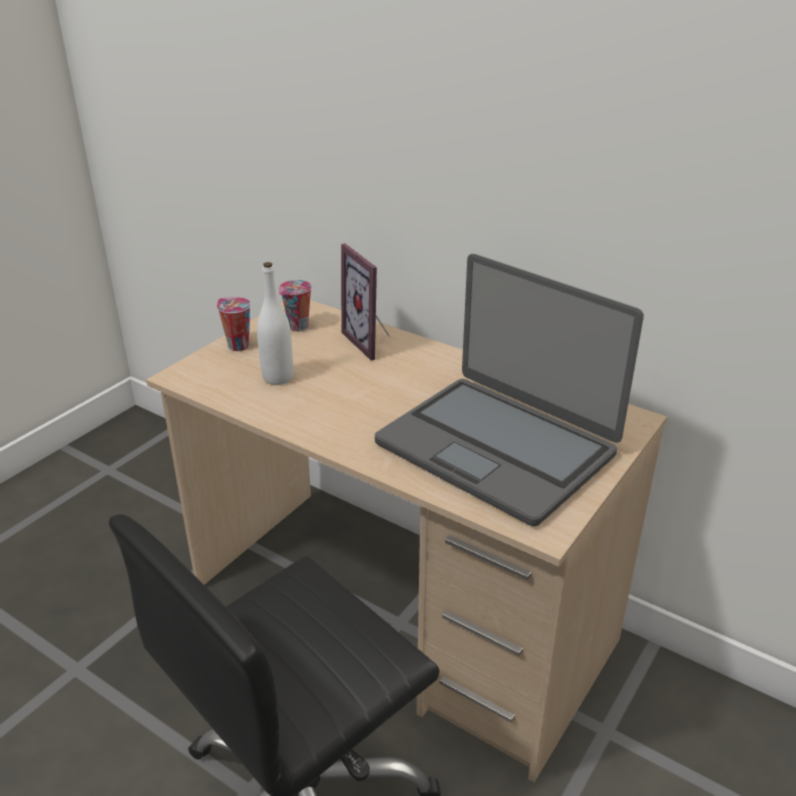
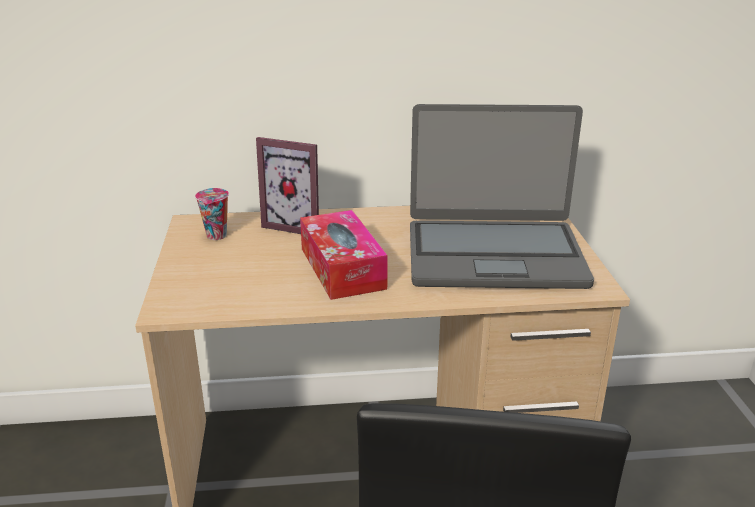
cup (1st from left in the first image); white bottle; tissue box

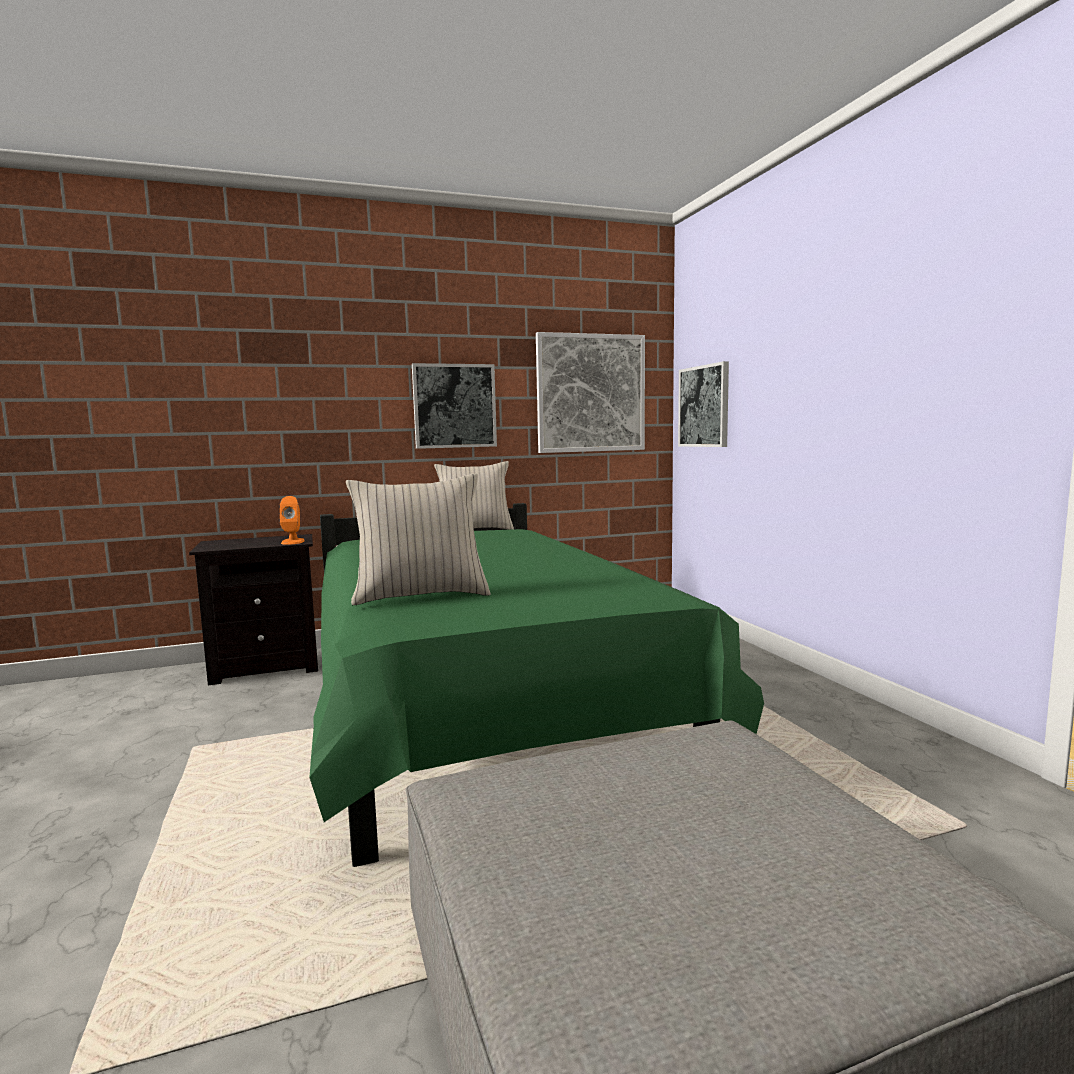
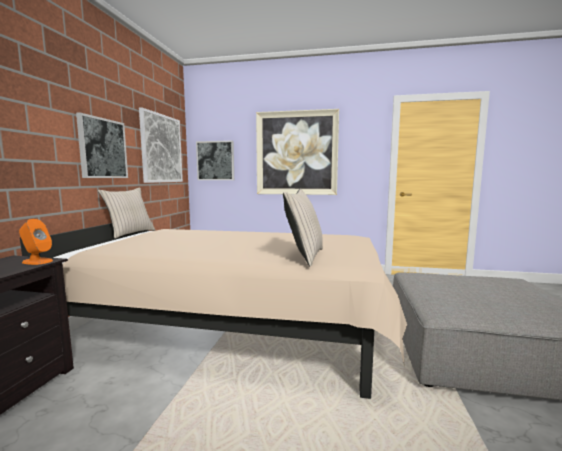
beige bed; picture (4th from left)

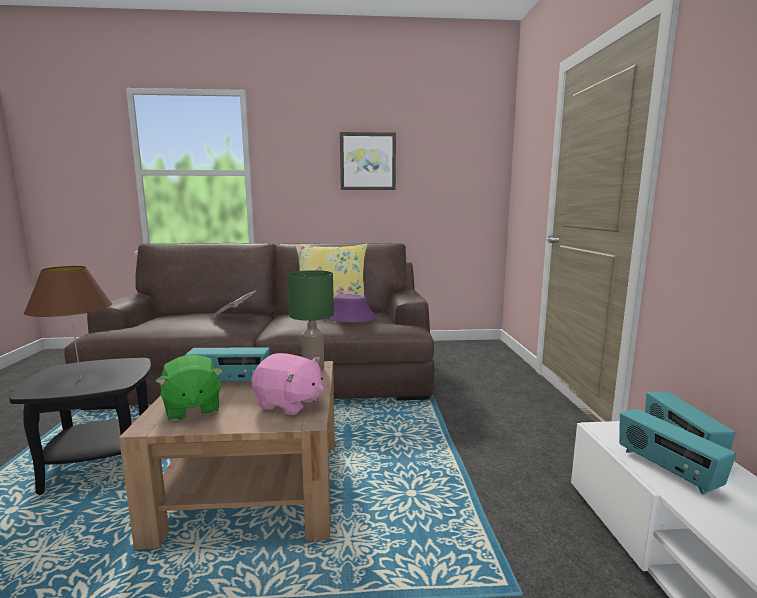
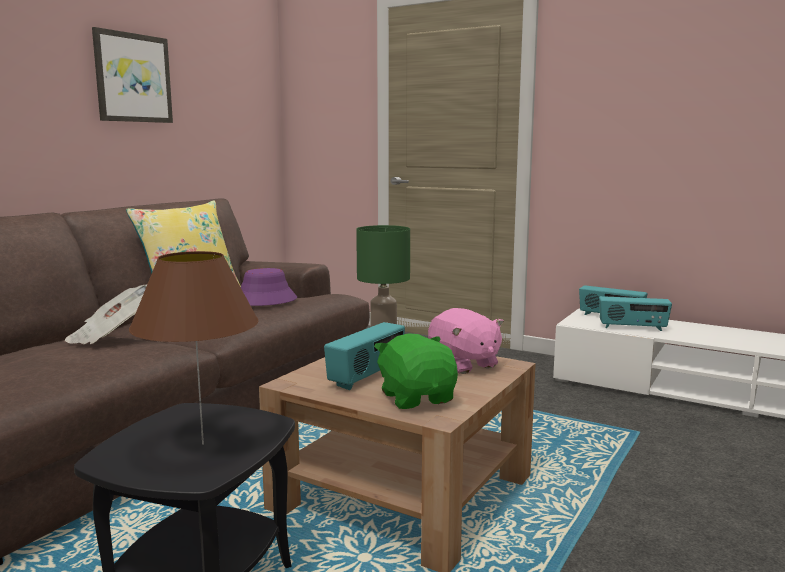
green plush toy; pink plush toy

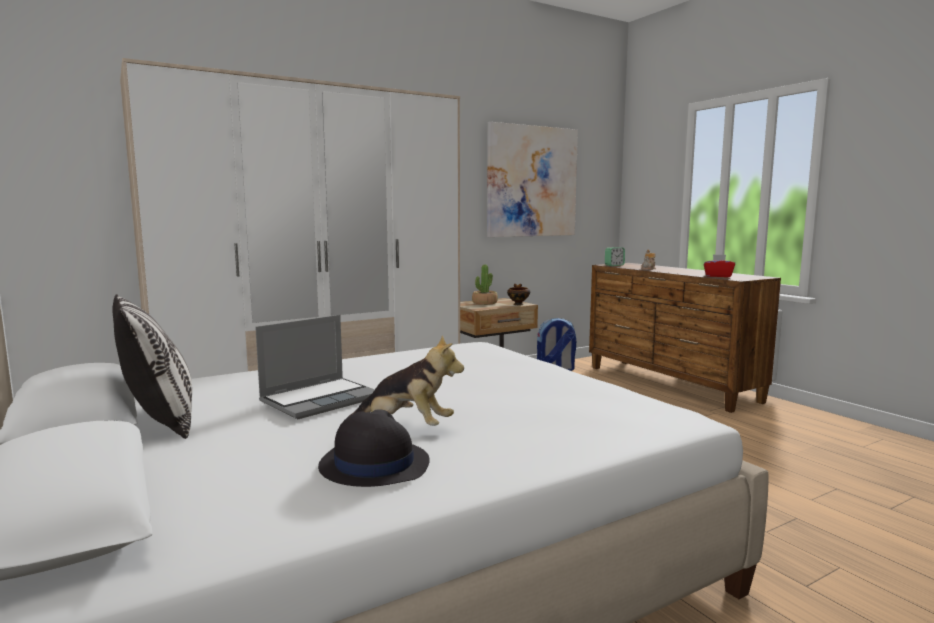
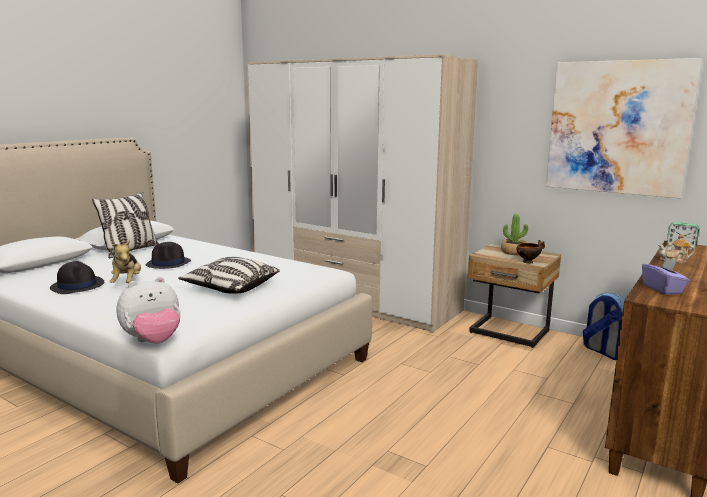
black hat (2nd from left); purple tissue box; plush toy (2nd from left); pillow (2nd from left)

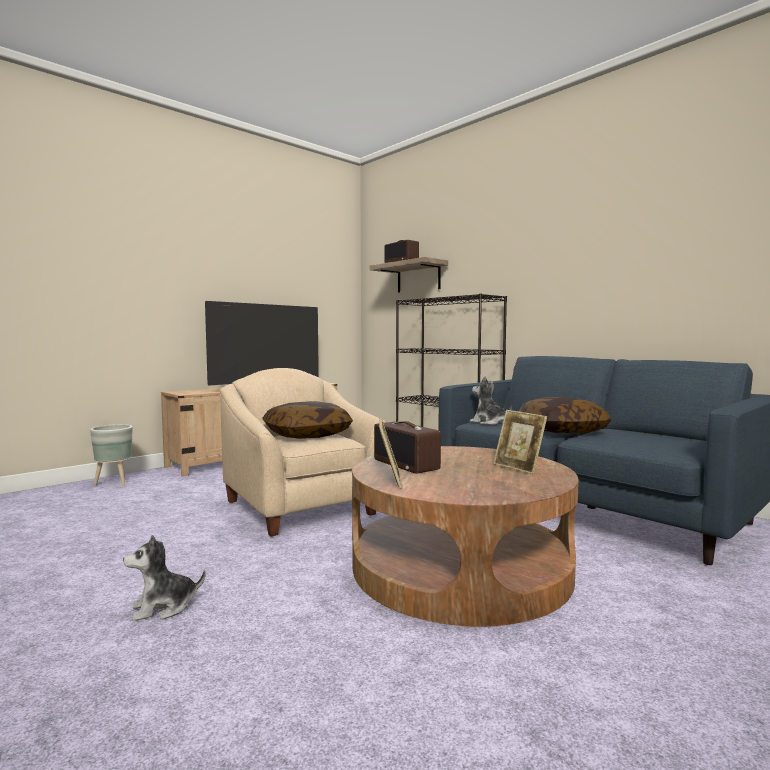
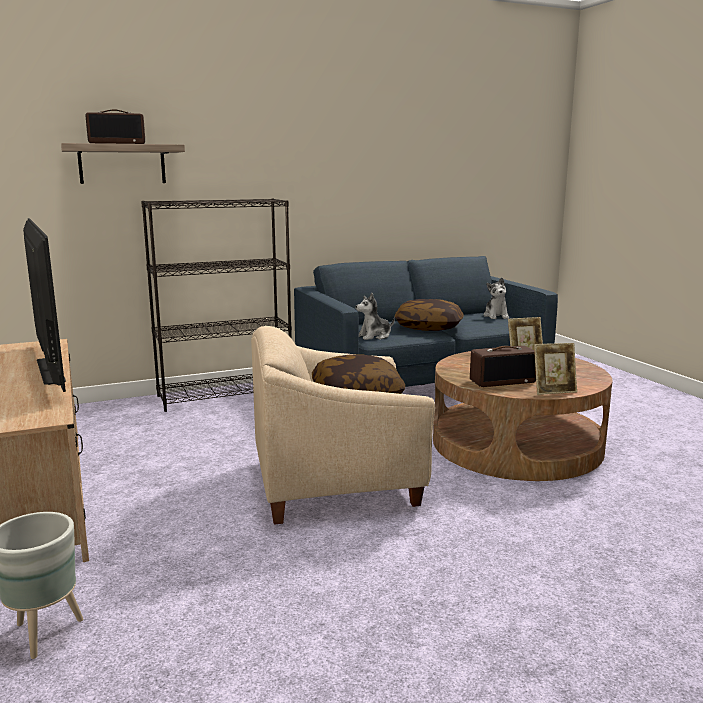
plush toy (2nd from left); picture frame (2nd from left)

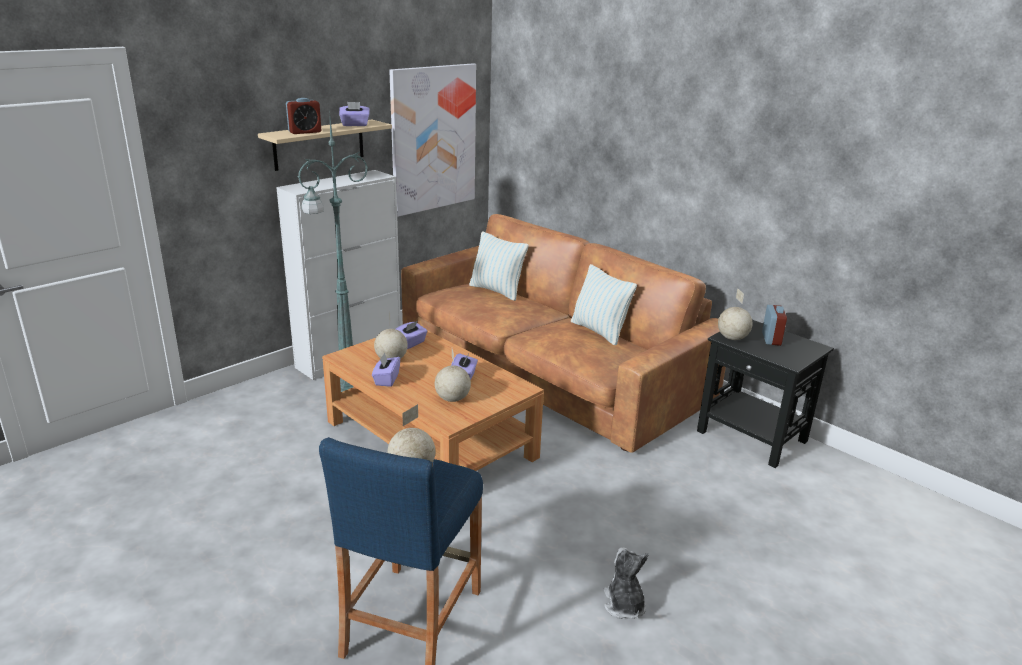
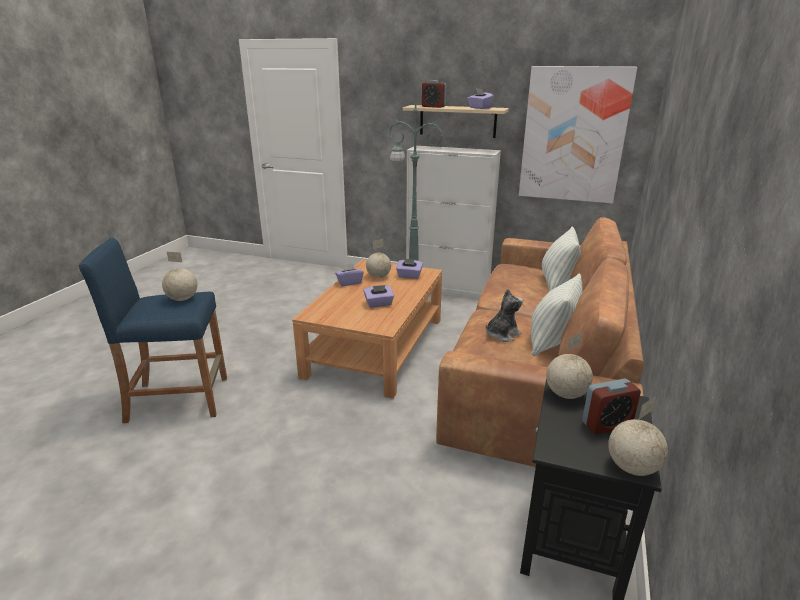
globe (4th from left); plush toy

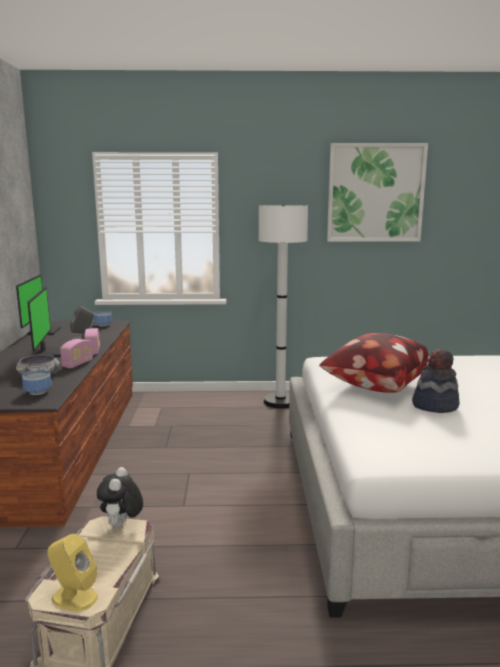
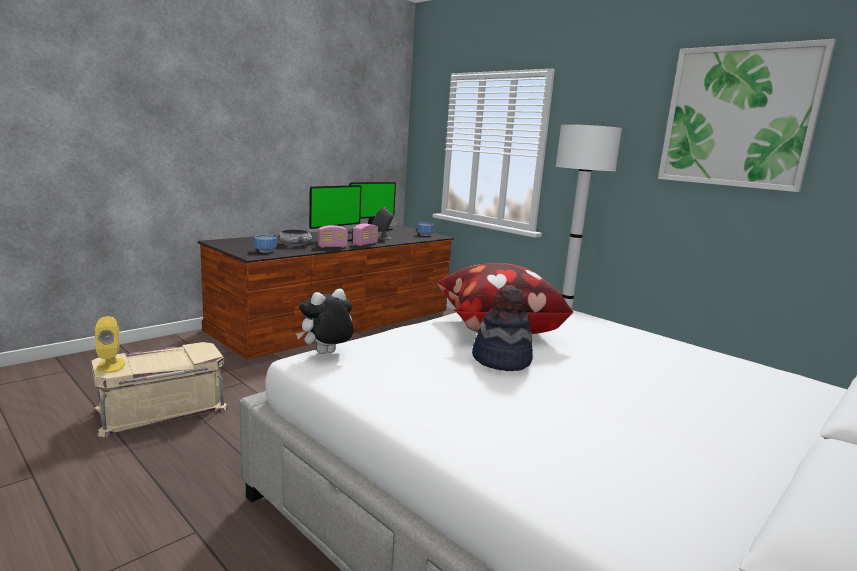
plush toy

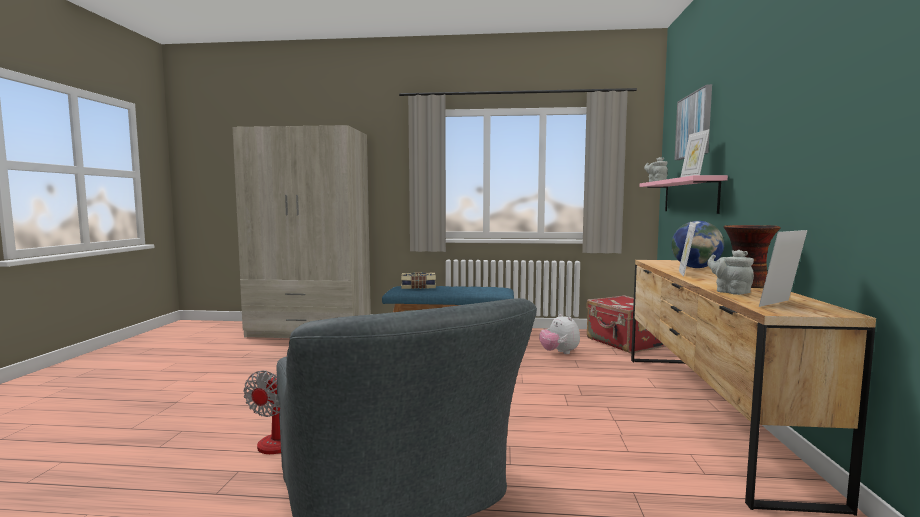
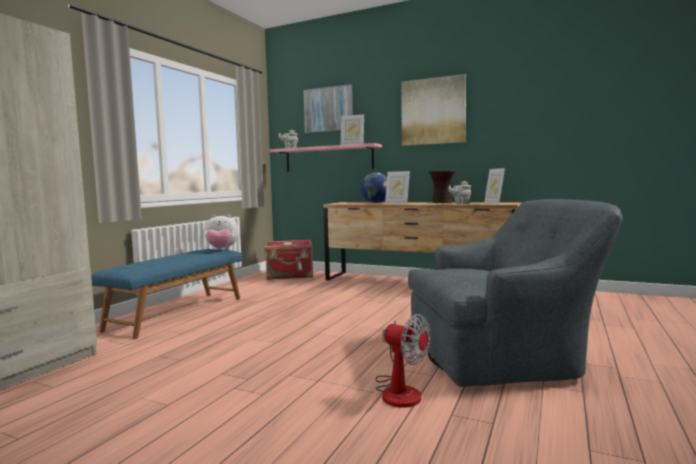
book; plush toy; picture (2nd from left)

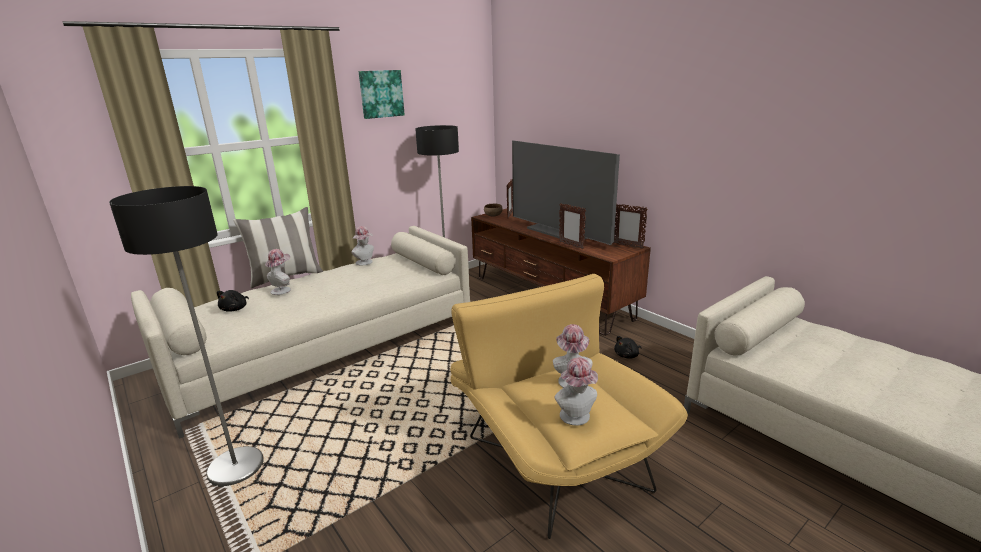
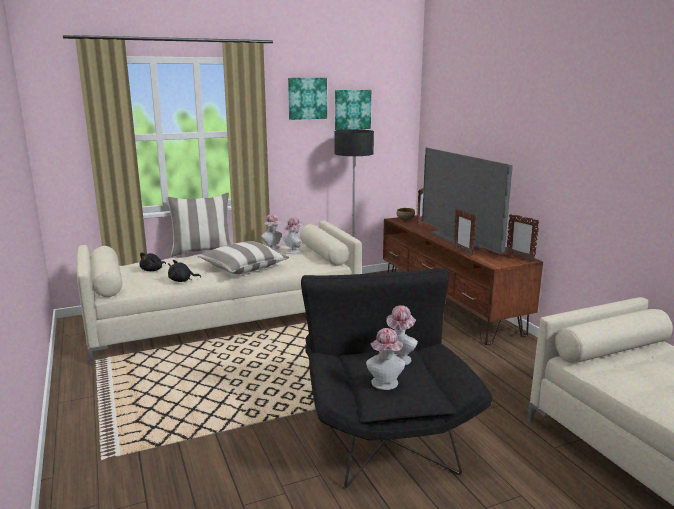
floor lamp (1st from left in the first image); hat (2nd from left); black armchair; black plush toy (2nd from left); pillow (2nd from left); picture (2nd from left)

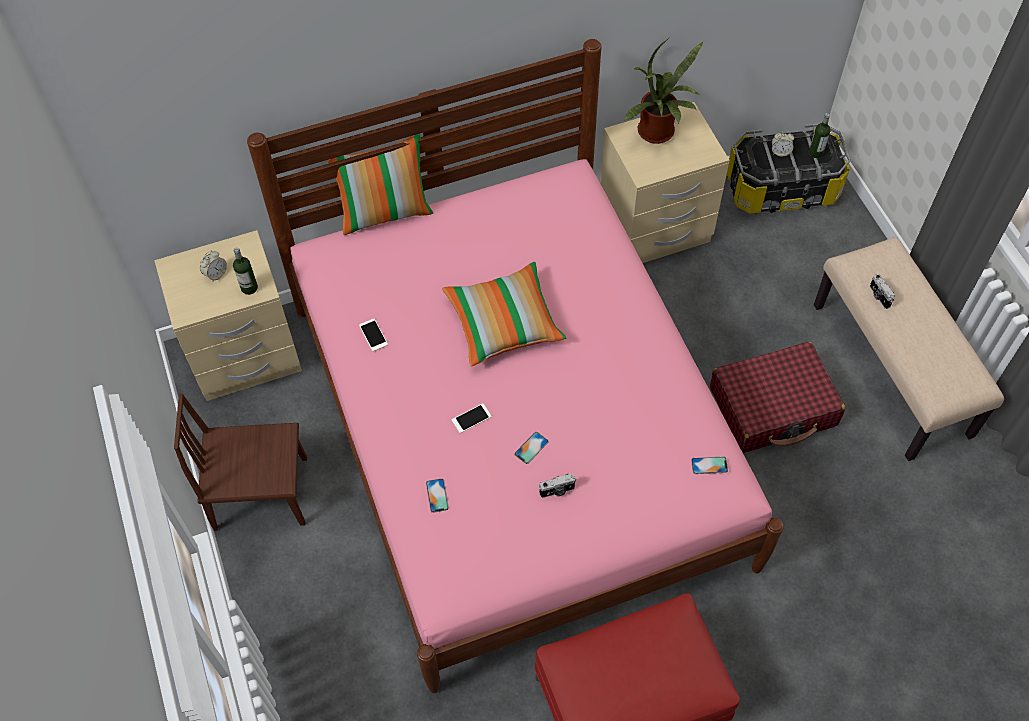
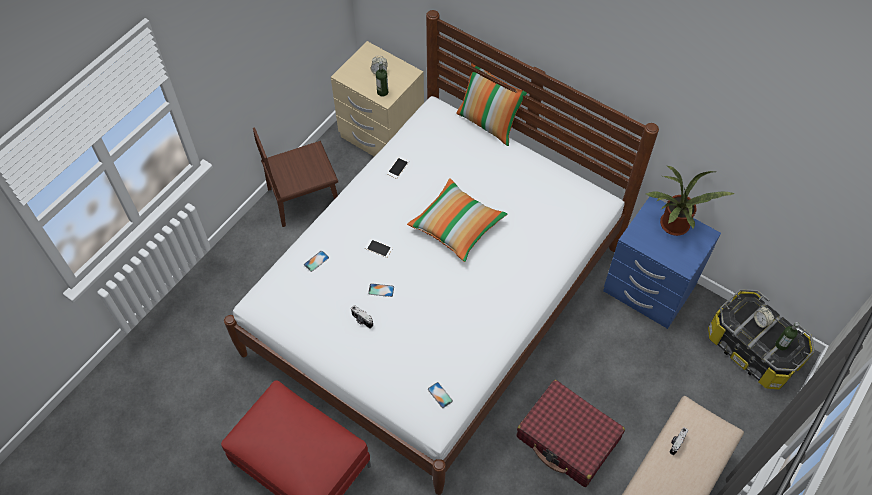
brown chair; white bed; blue nightstand

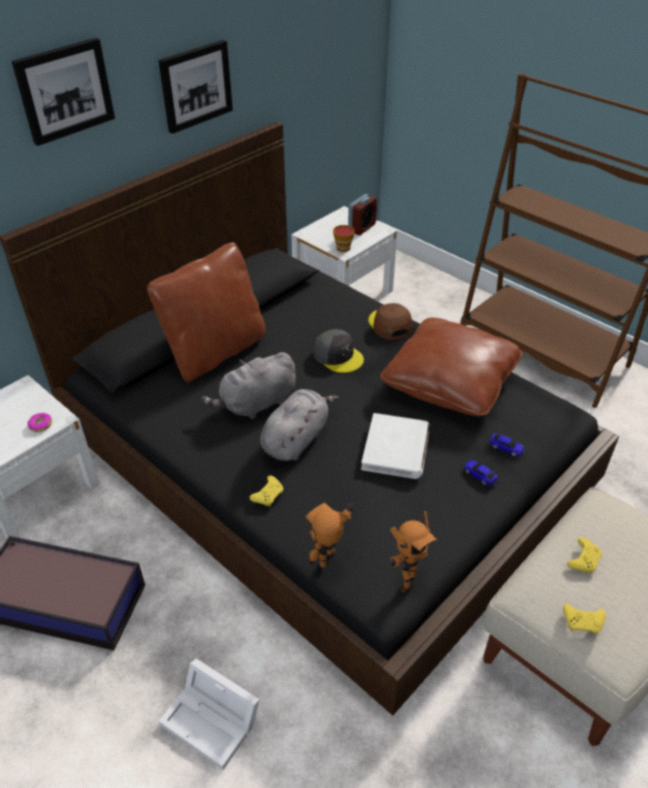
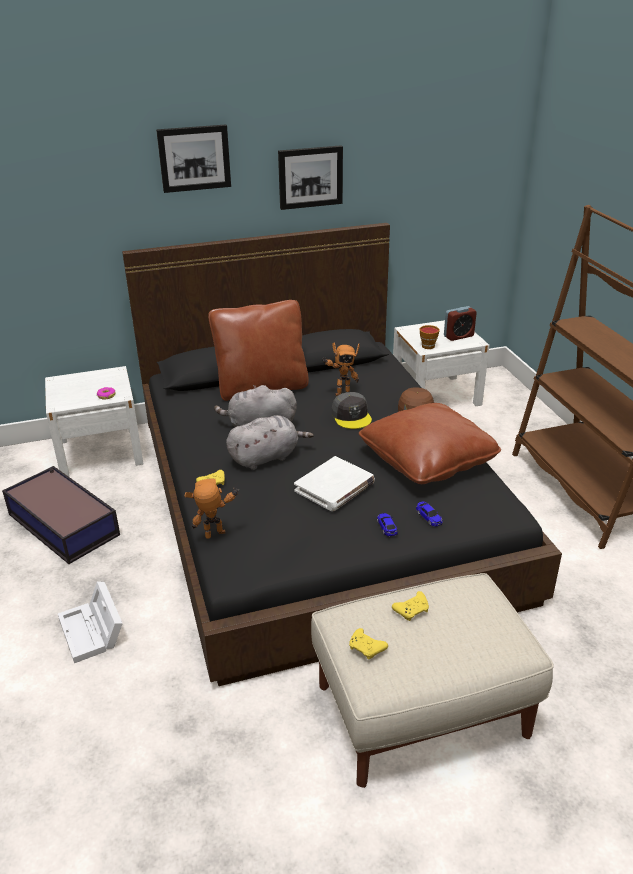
toy robot (2nd from left)

